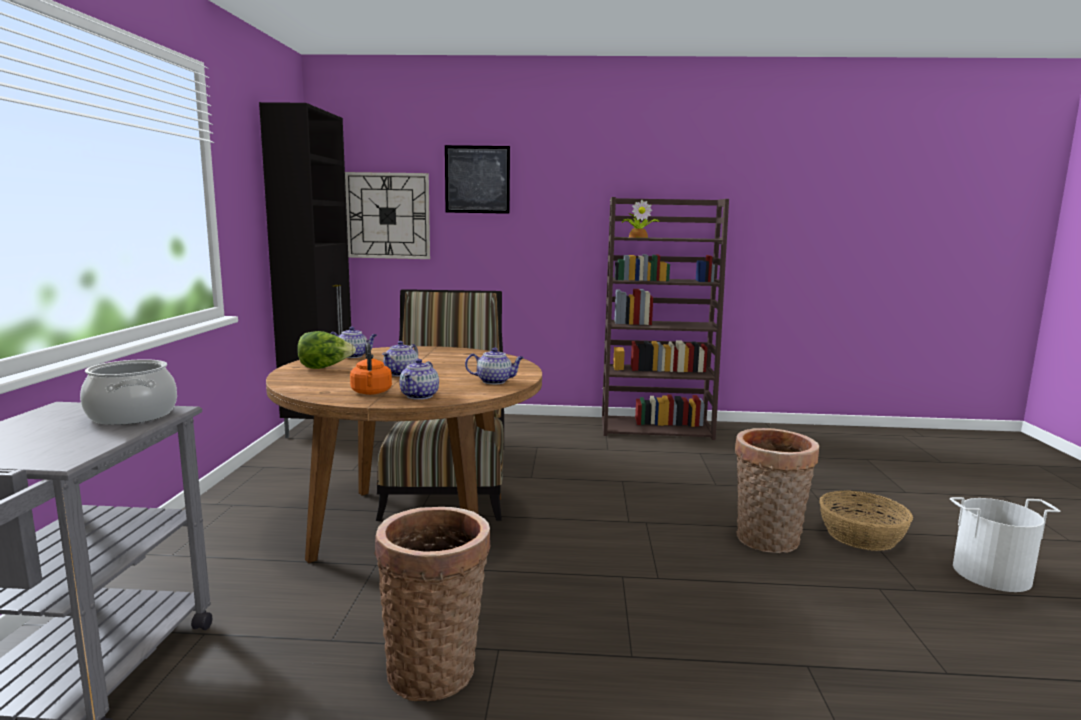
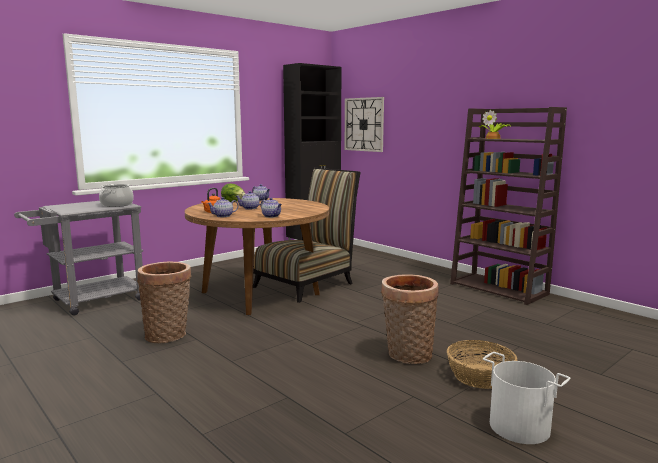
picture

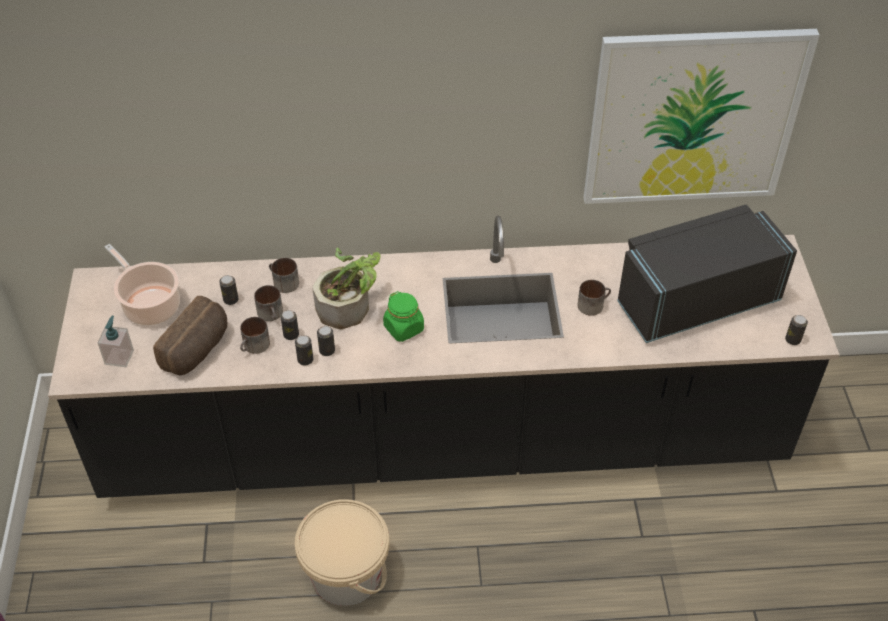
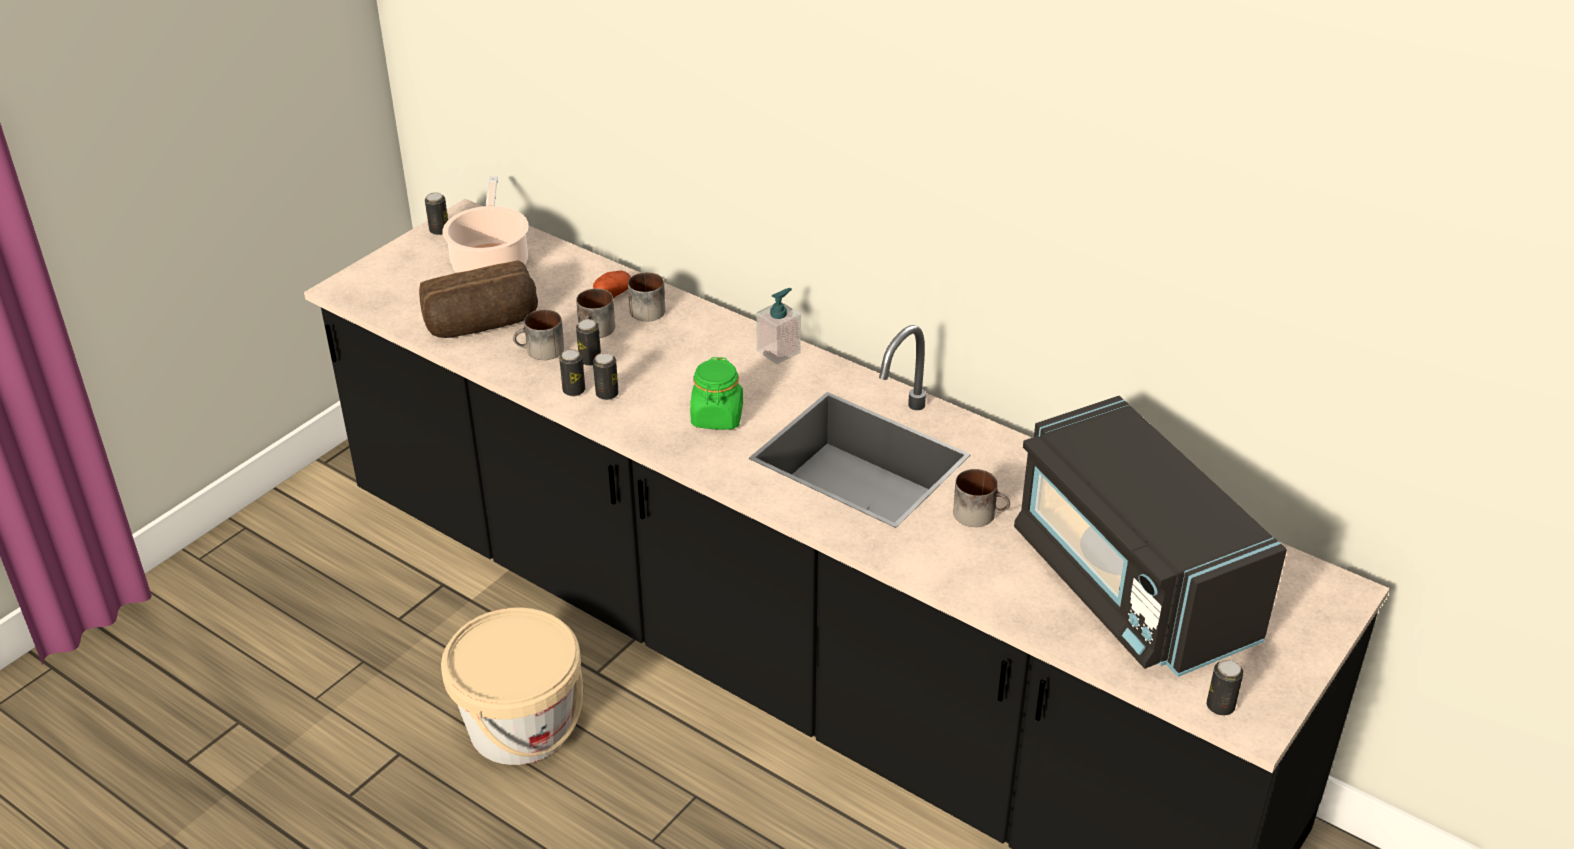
soap dispenser; can (1st from left); potted plant; picture; black microwave; potato

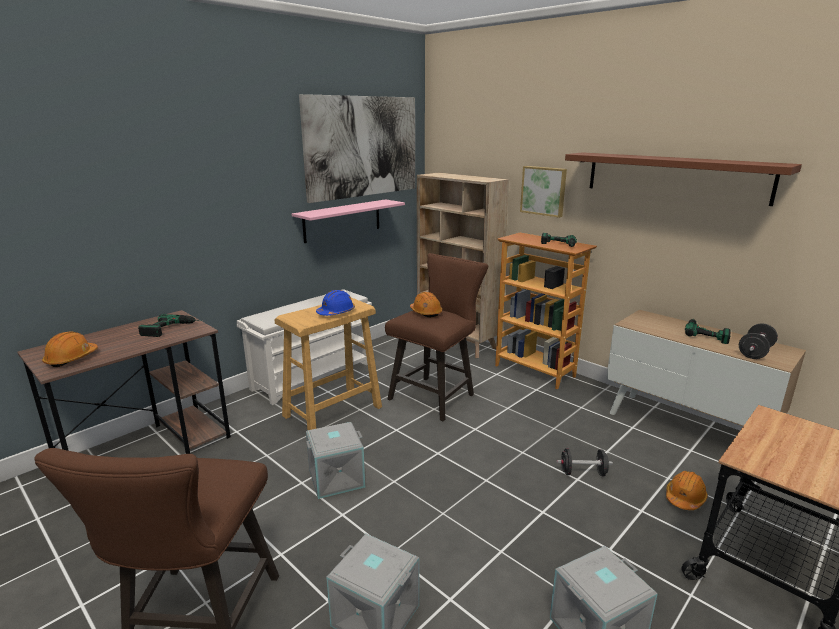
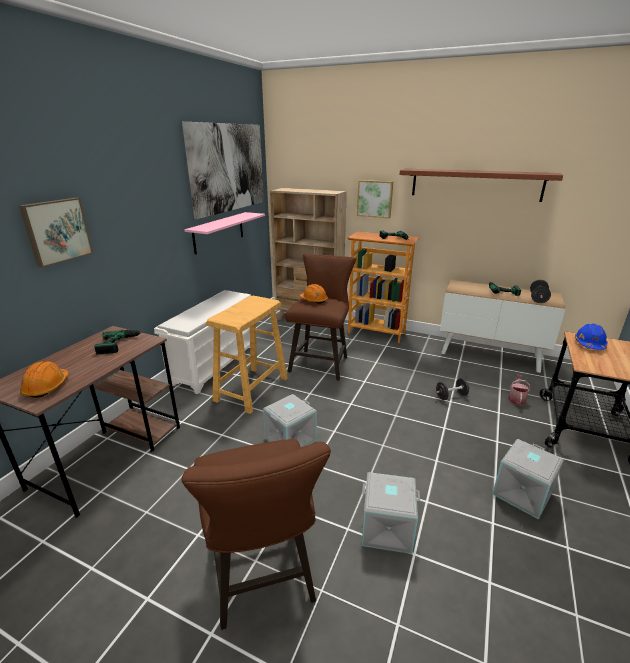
blue hard hat; watering can; picture (1st from left)

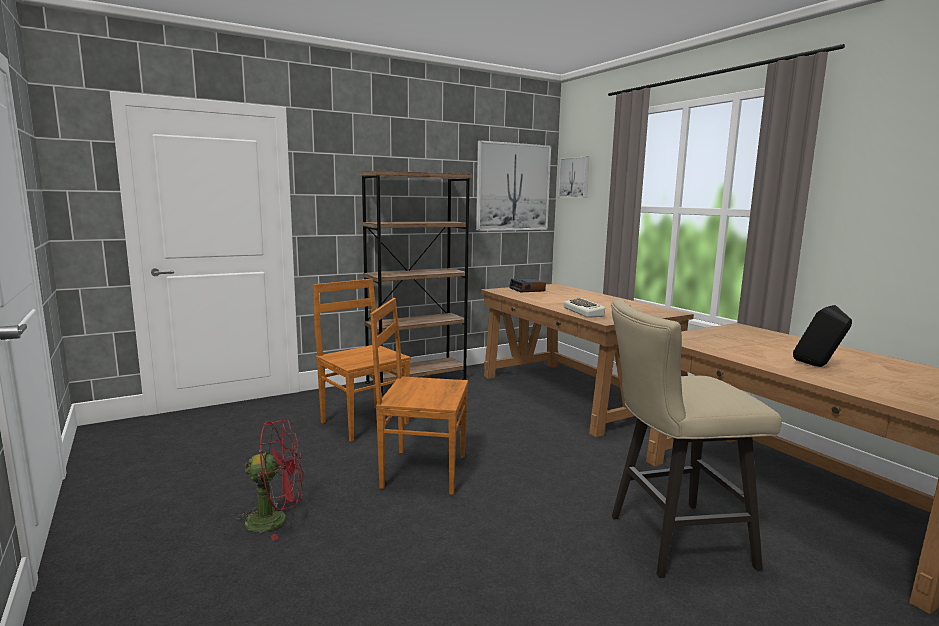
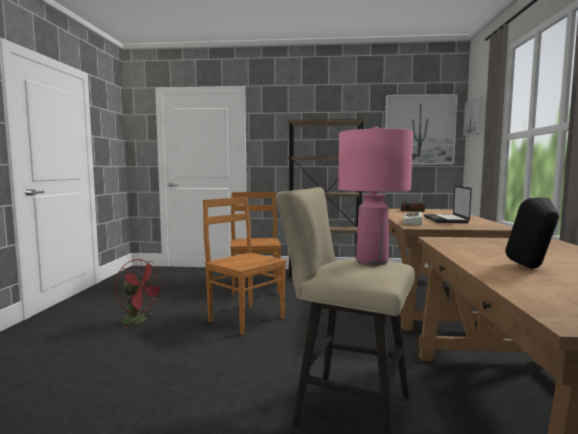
pink table lamp; laptop

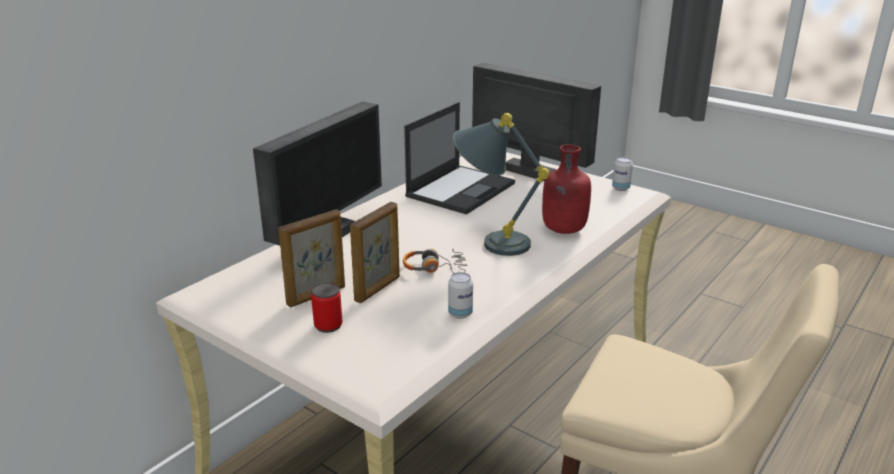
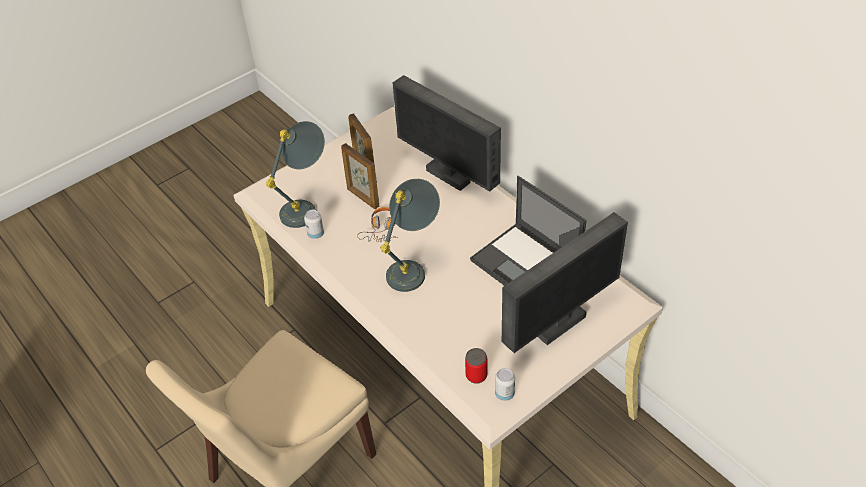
can (2nd from left); red bottle; grey table lamp (1st from left)

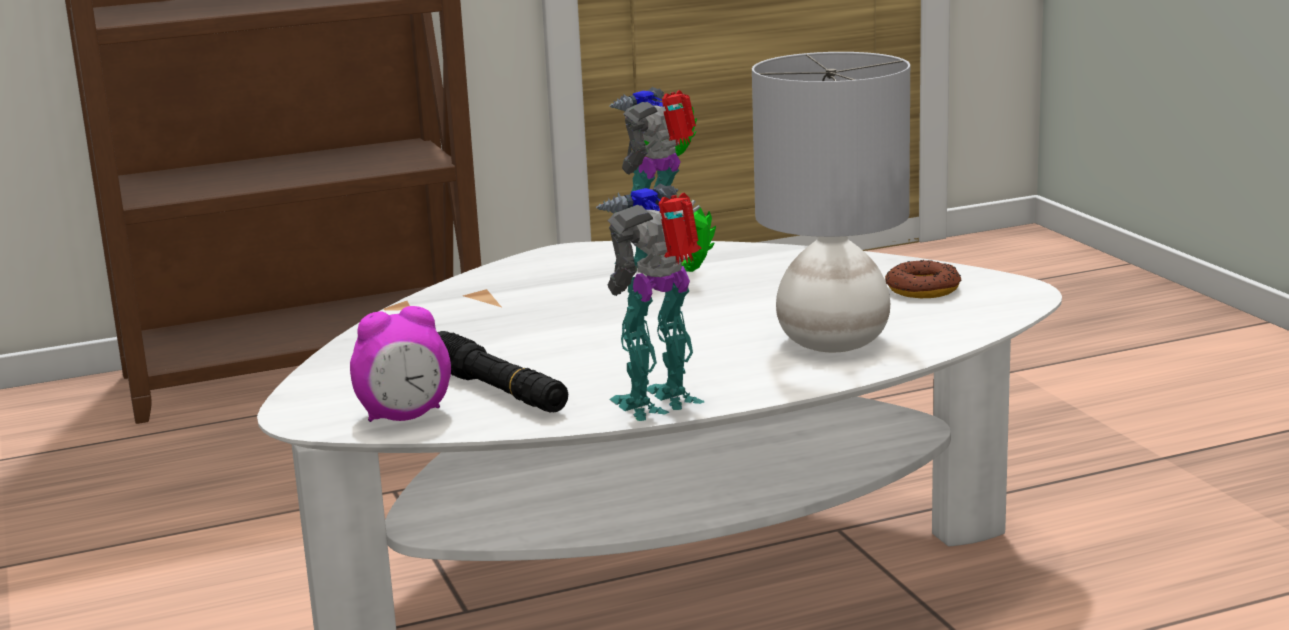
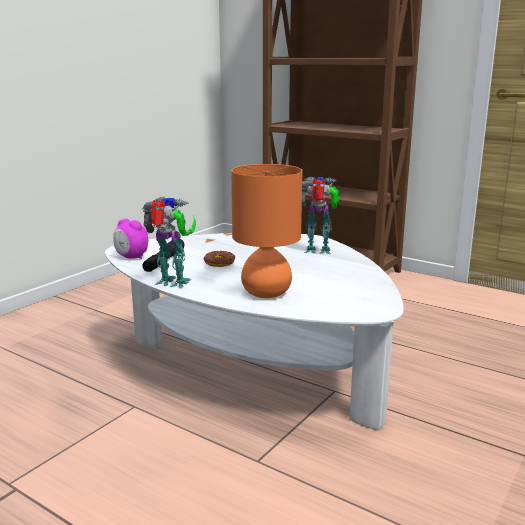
orange table lamp; donut

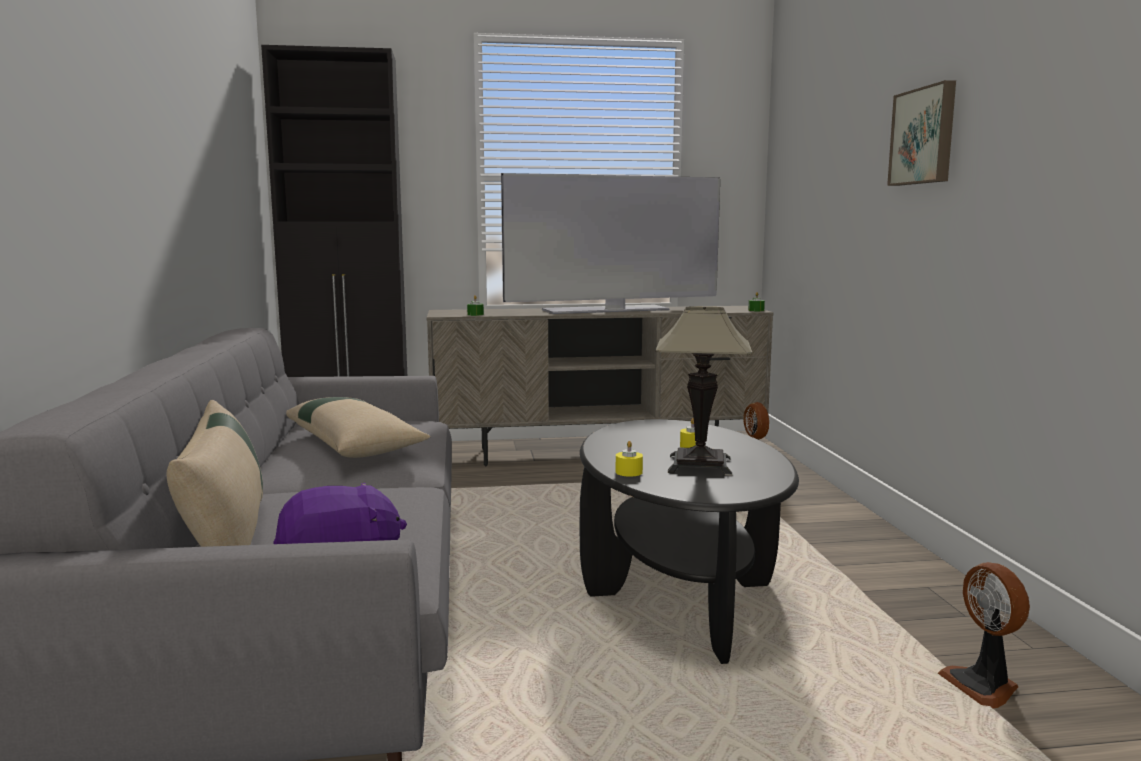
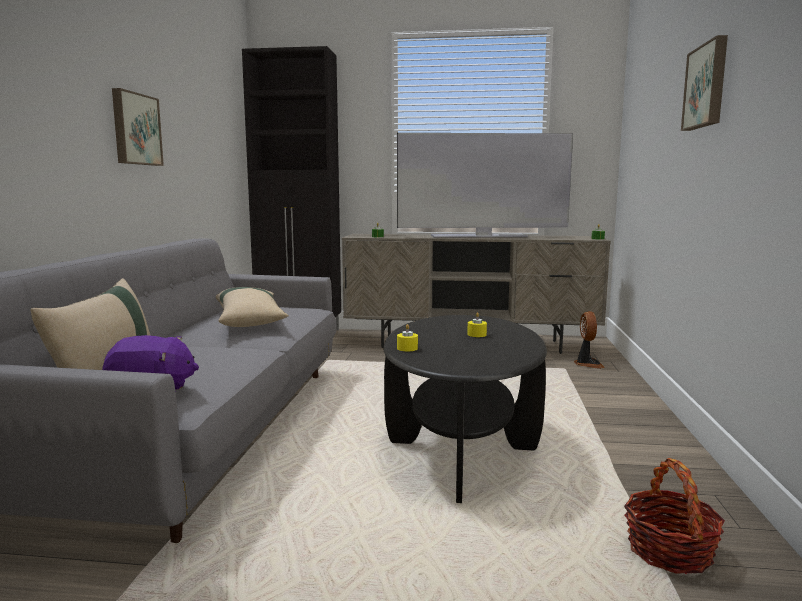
table lamp; basket; picture (1st from left)

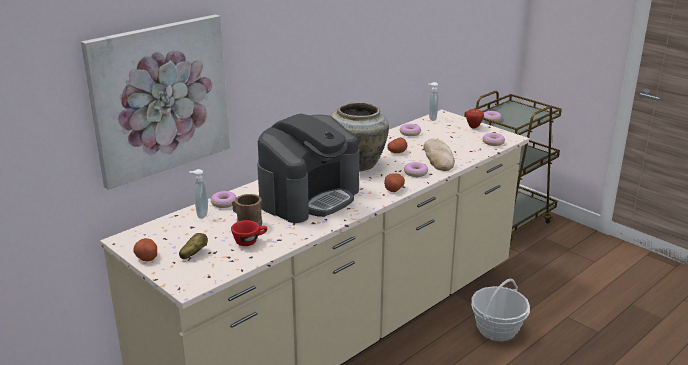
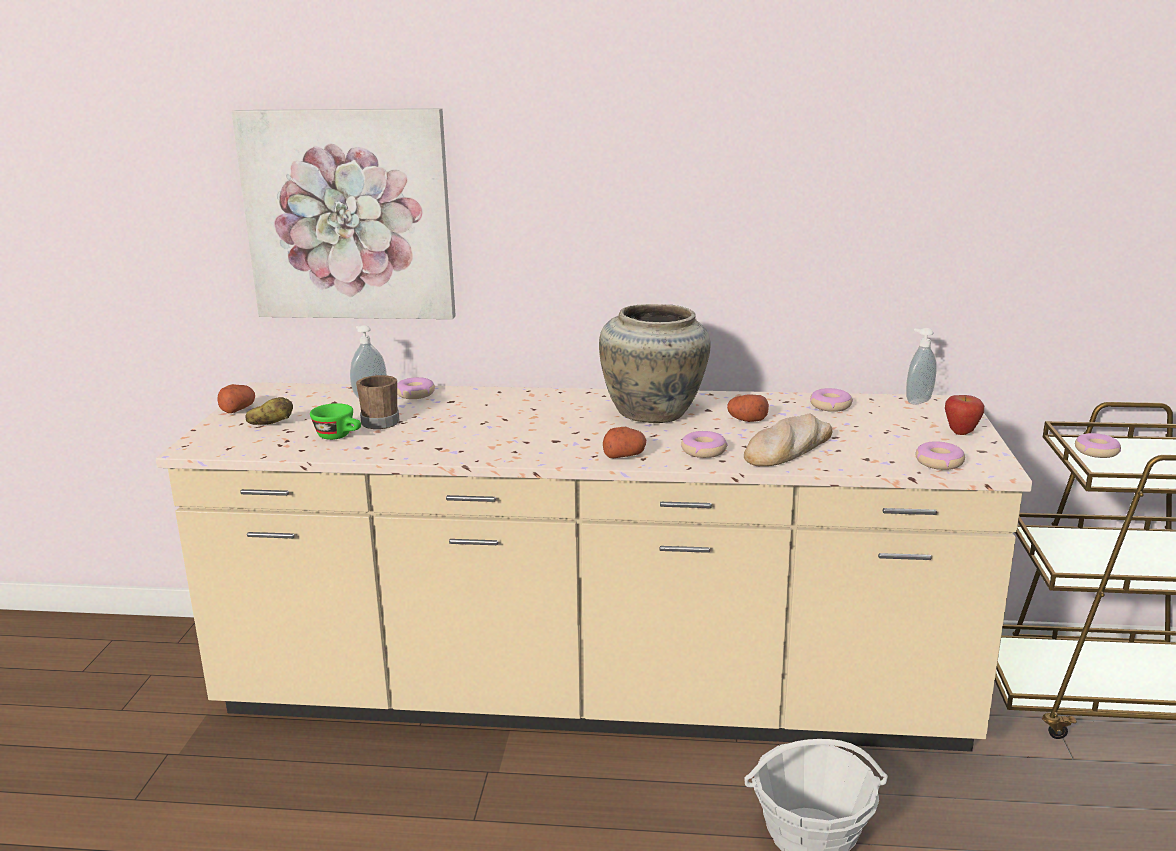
green cup; coffee machine

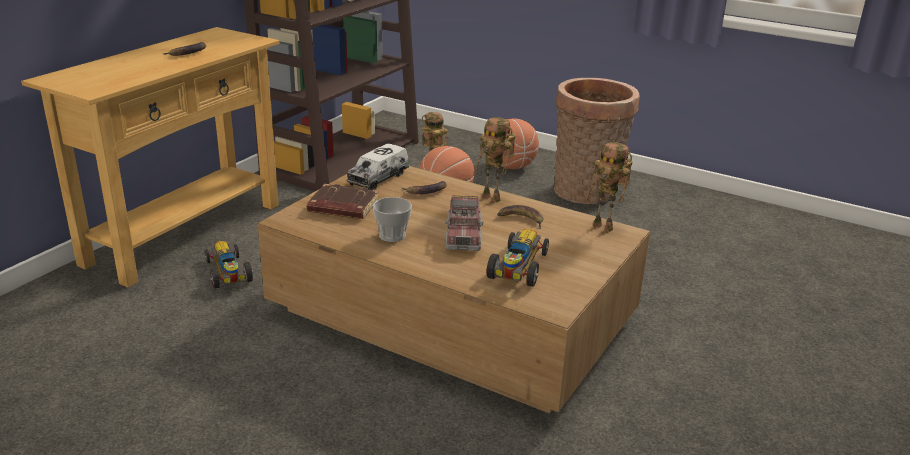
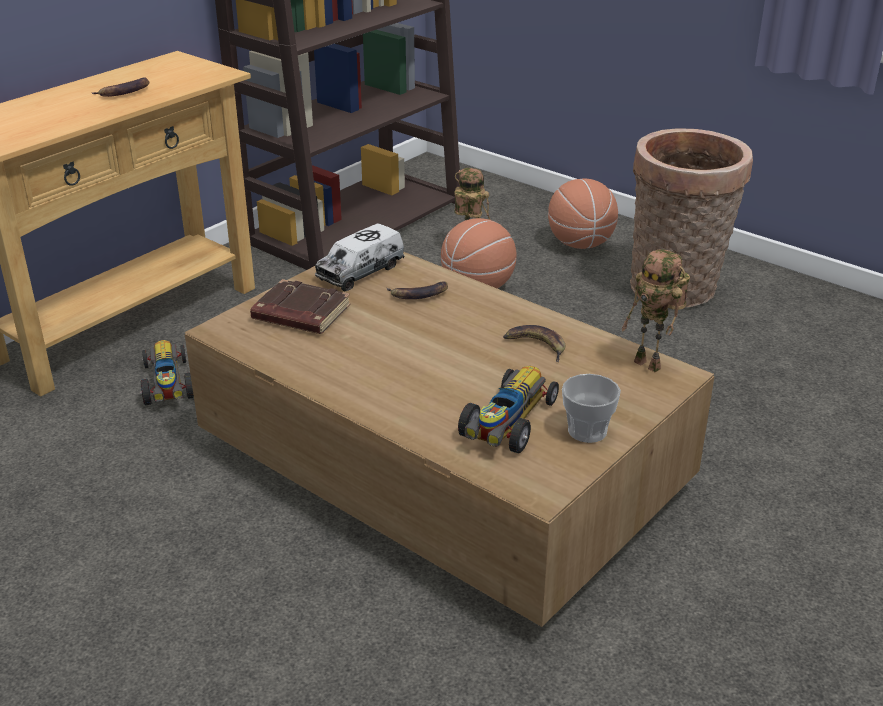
cup; toy truck (2nd from left in the first image); toy robot (2nd from left in the first image)

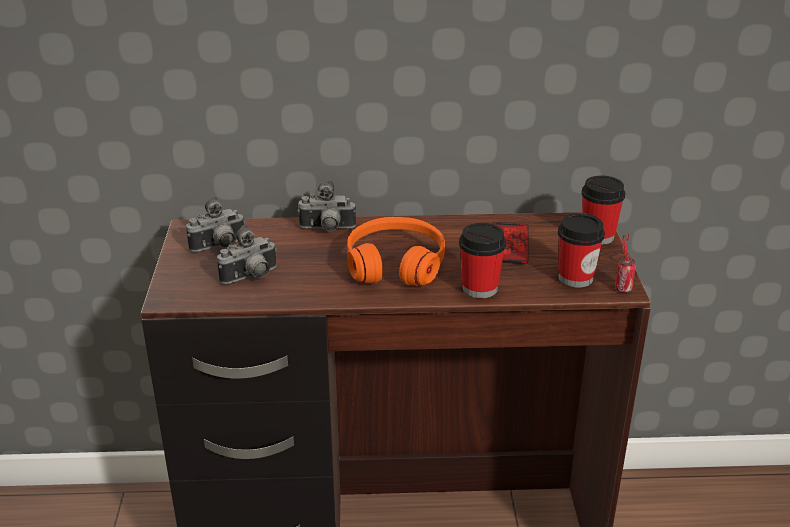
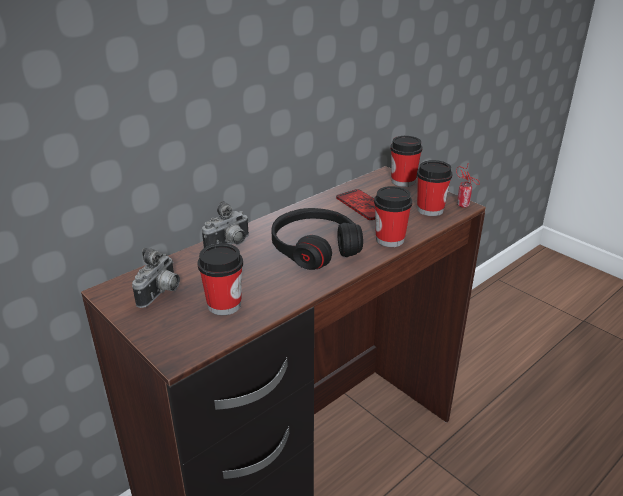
cup (1st from left); black headphones

